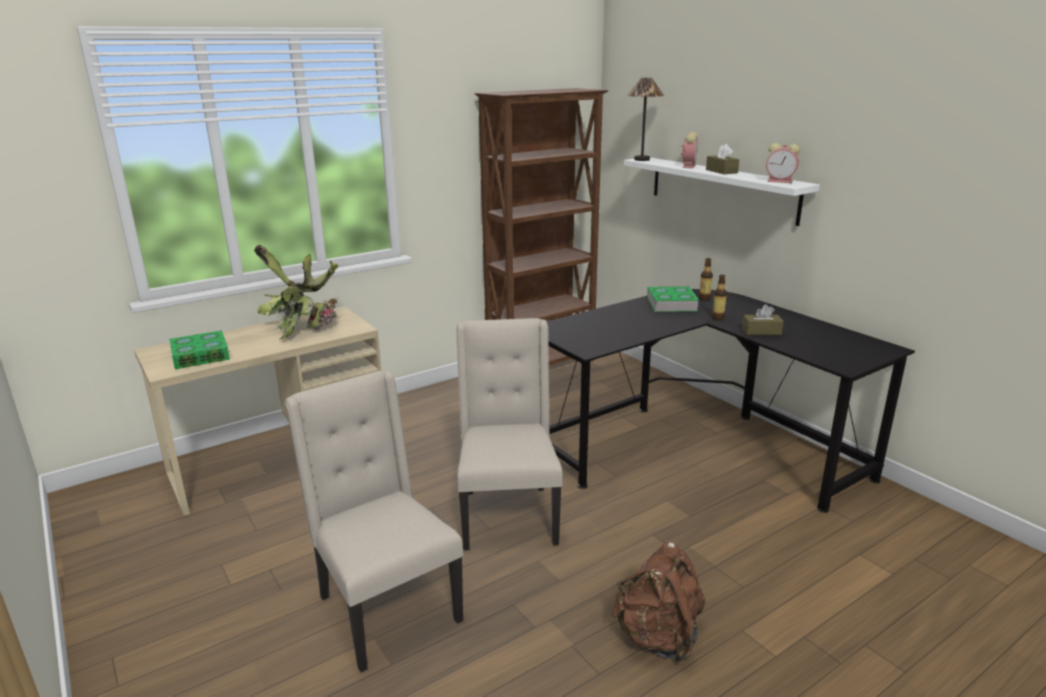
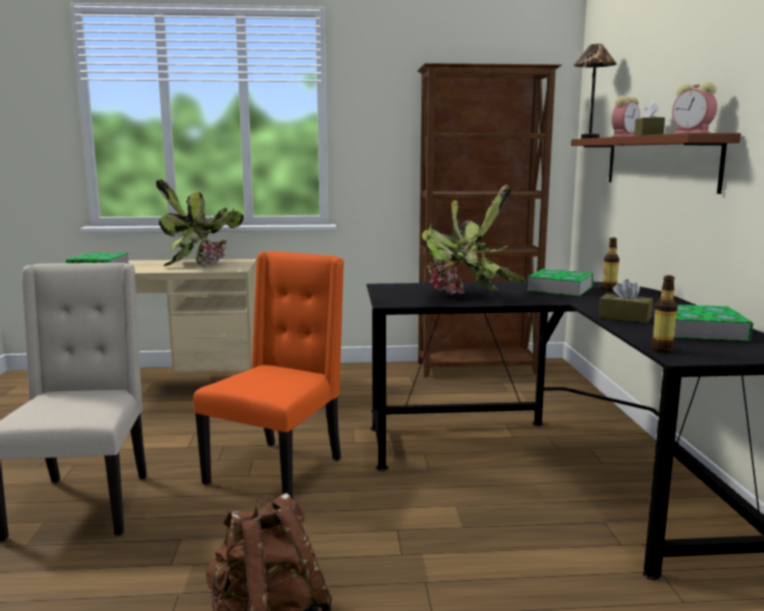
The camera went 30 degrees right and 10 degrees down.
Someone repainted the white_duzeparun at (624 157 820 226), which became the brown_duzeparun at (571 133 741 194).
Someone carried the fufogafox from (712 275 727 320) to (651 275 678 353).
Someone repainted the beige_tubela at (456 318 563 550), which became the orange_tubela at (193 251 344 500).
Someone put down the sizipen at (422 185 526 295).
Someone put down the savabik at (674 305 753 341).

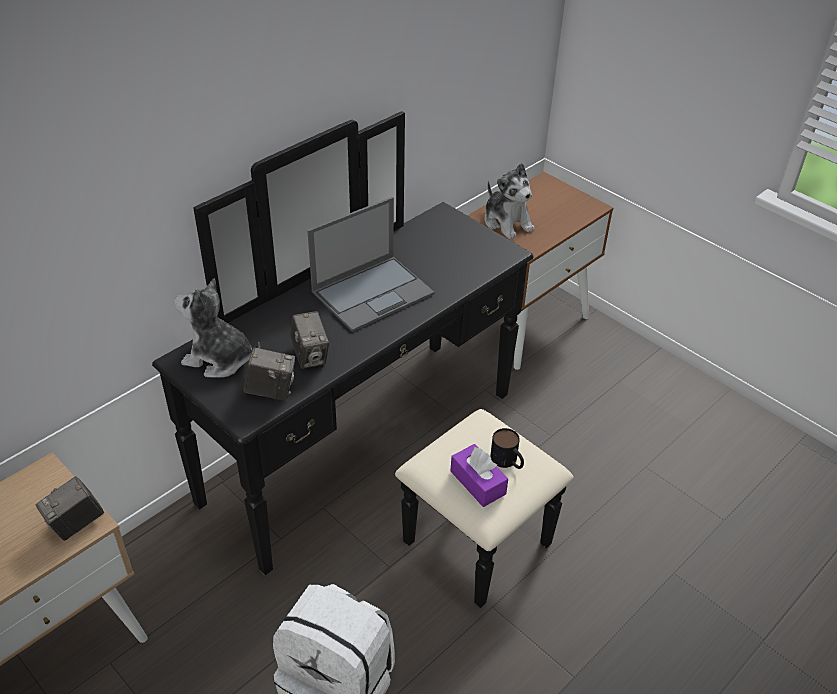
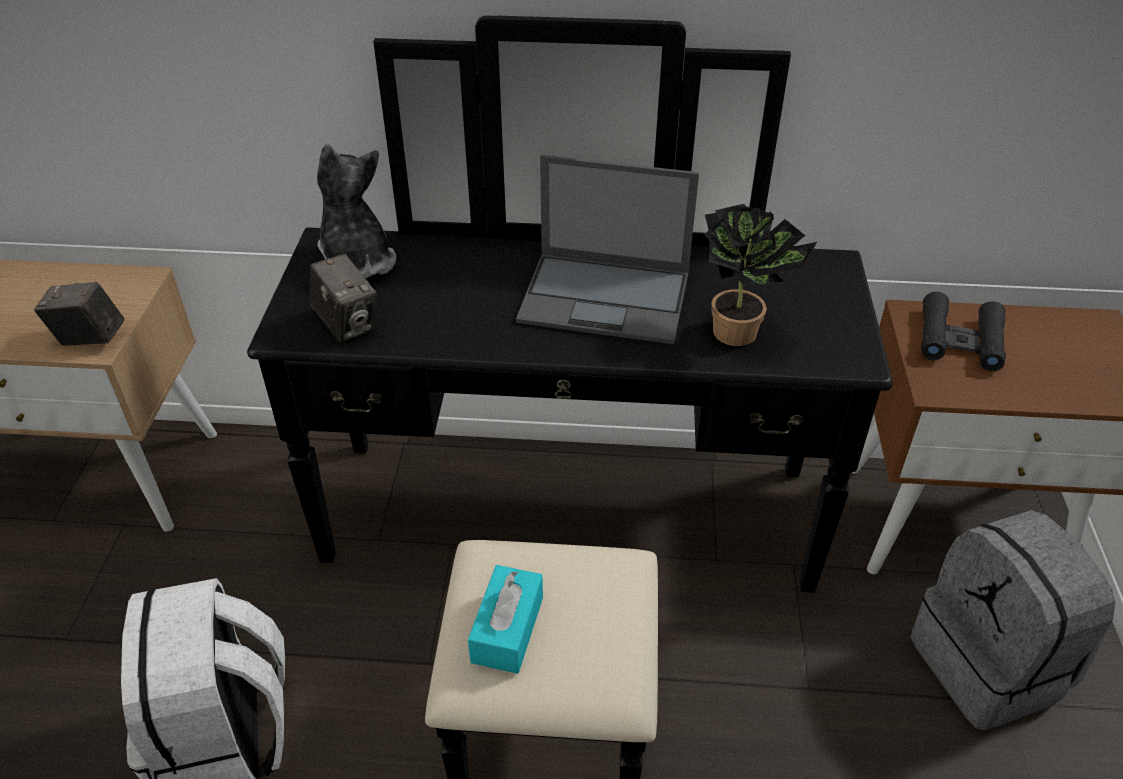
The camera went 50 degrees right and 0 degrees up.
Someone swapped the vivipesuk at (484 163 535 239) for the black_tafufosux at (921 292 1006 371).
Someone took away the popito at (290 311 329 369).
Someone took away the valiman at (490 428 524 469).
Someone repainted the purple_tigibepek at (450 444 508 507), which became the turquoise_tigibepek at (468 565 543 674).
Someone put down the sizipen at (705 204 817 346).
Someone put down the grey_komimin at (910 510 1116 731).

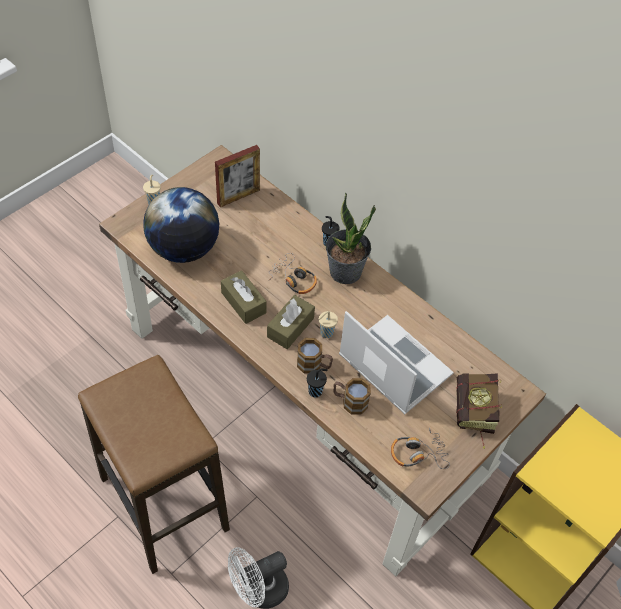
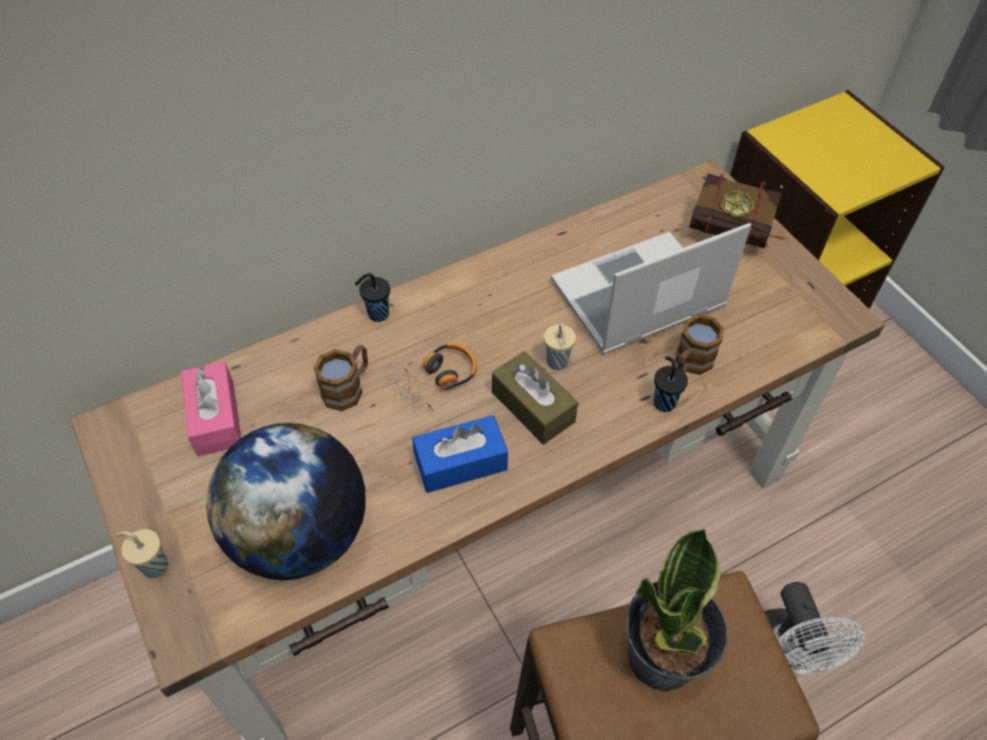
The camera went 70 degrees left and 0 degrees up.
Someone swapped the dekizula at (215 145 260 207) for the pink_tigibepek at (181 362 241 456).
Someone carried the sizipen from (326 192 376 284) to (626 528 728 691).
Someone repainted the brown_tigibepek at (221 270 267 324), which became the blue_tigibepek at (412 415 508 493).
Someone carried the valiman from (297 338 333 373) to (313 345 368 411).
Someone took away the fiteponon at (391 428 450 469).

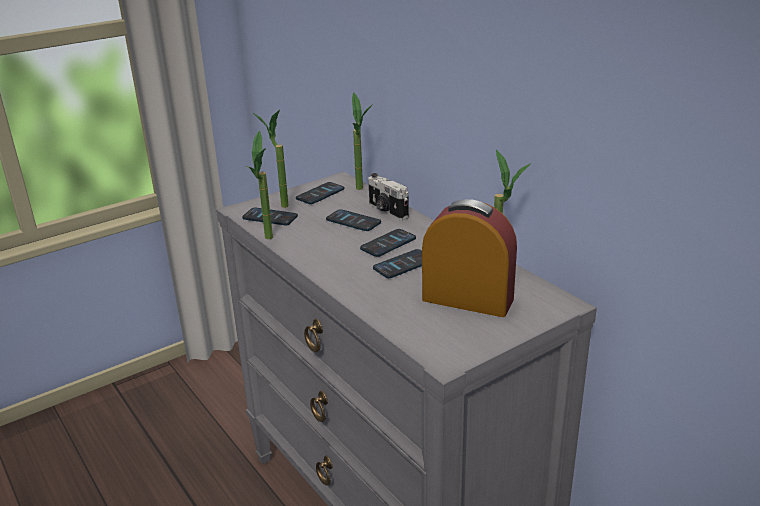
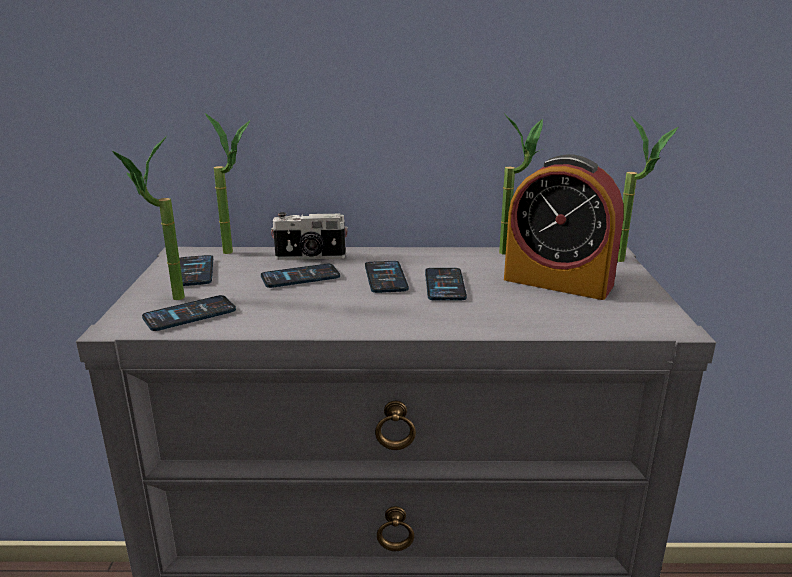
The camera went 55 degrees left and 5 degrees down.
Someone carried the sizipen from (246 130 273 239) to (617 117 678 262).
Someone rotated the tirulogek at (422 199 517 317) by 120 degrees counterclockwise.

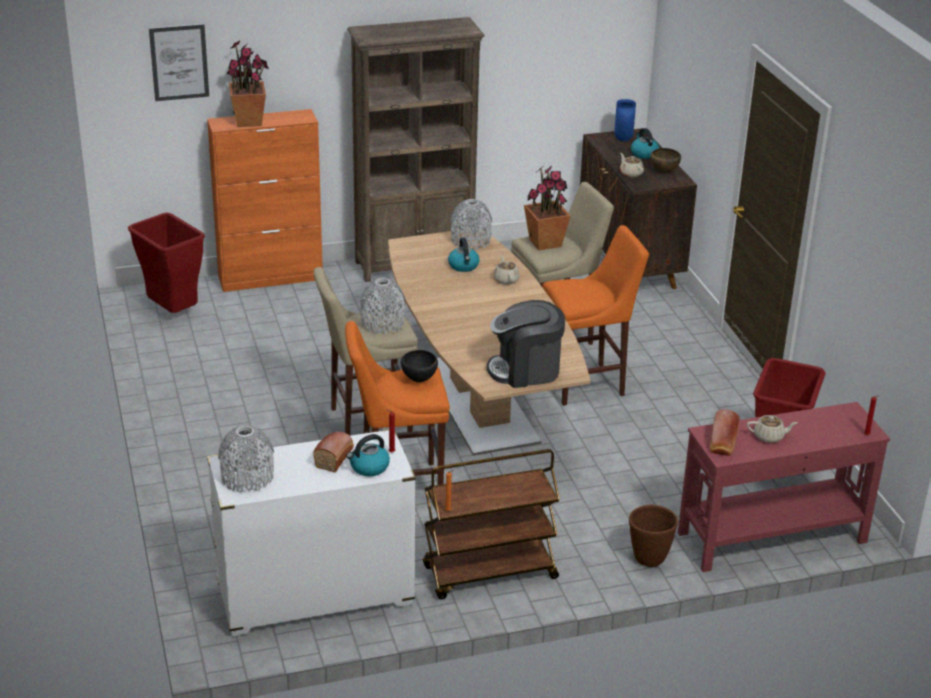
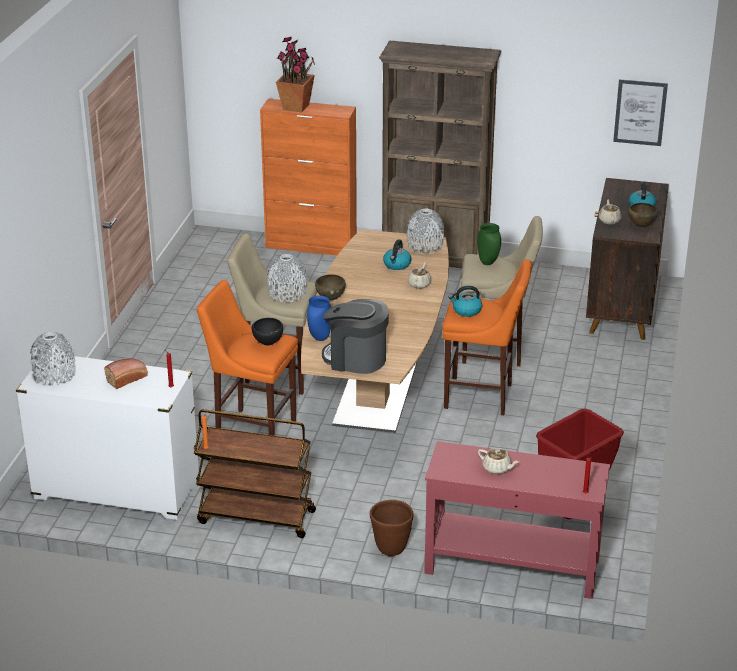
The camera went 30 degrees right and 0 degrees up.
Someone carried the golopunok from (149 24 209 101) to (613 79 668 146).
Someone carried the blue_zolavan from (614 99 636 141) to (307 296 331 341).
Someone swapped the sizipen at (524 166 571 250) for the green_zolavan at (477 223 501 265).
Someone took away the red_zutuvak at (128 213 205 313).
Someone took away the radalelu at (710 409 740 456).
Someone carried the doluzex from (347 434 390 476) to (449 286 482 317).
Someone put down the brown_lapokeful at (315 274 346 300).

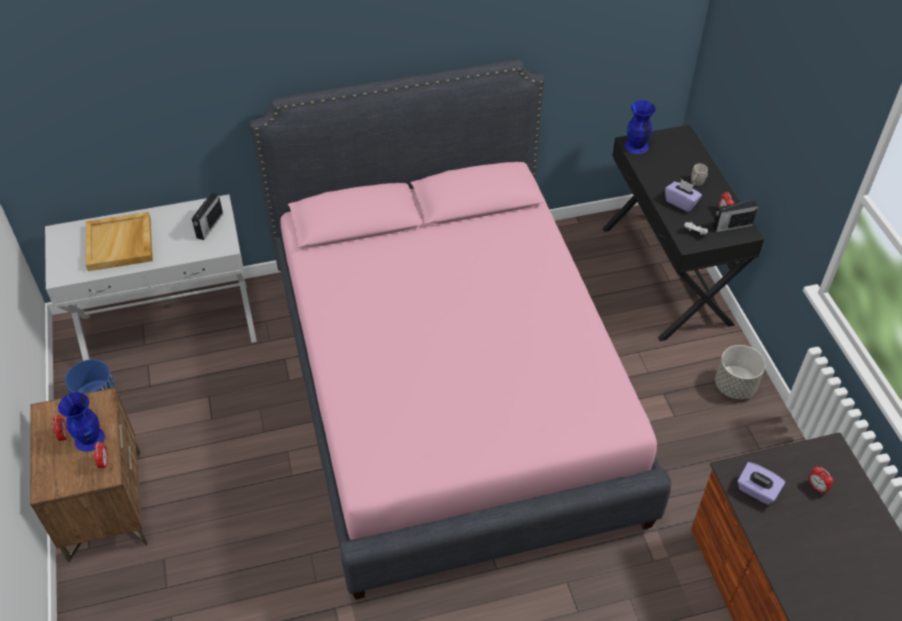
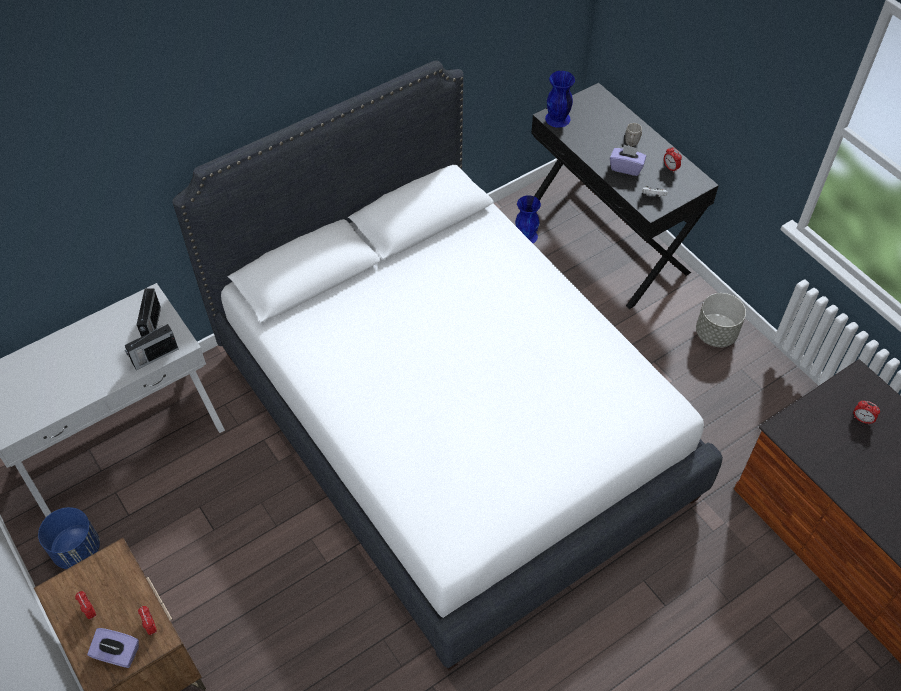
The camera went 20 degrees left and 5 degrees up.
Someone repainted the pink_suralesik at (250 60 671 600), which became the white_suralesik at (172 60 723 670).
Someone carried the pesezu from (712 198 758 232) to (125 324 178 370).
Someone took away the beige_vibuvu at (85 212 153 271).
Someone carried the blue_zolavan from (58 392 105 452) to (515 195 541 243).
Someone carried the purple_tigibepek from (737 462 785 505) to (87 628 139 668).

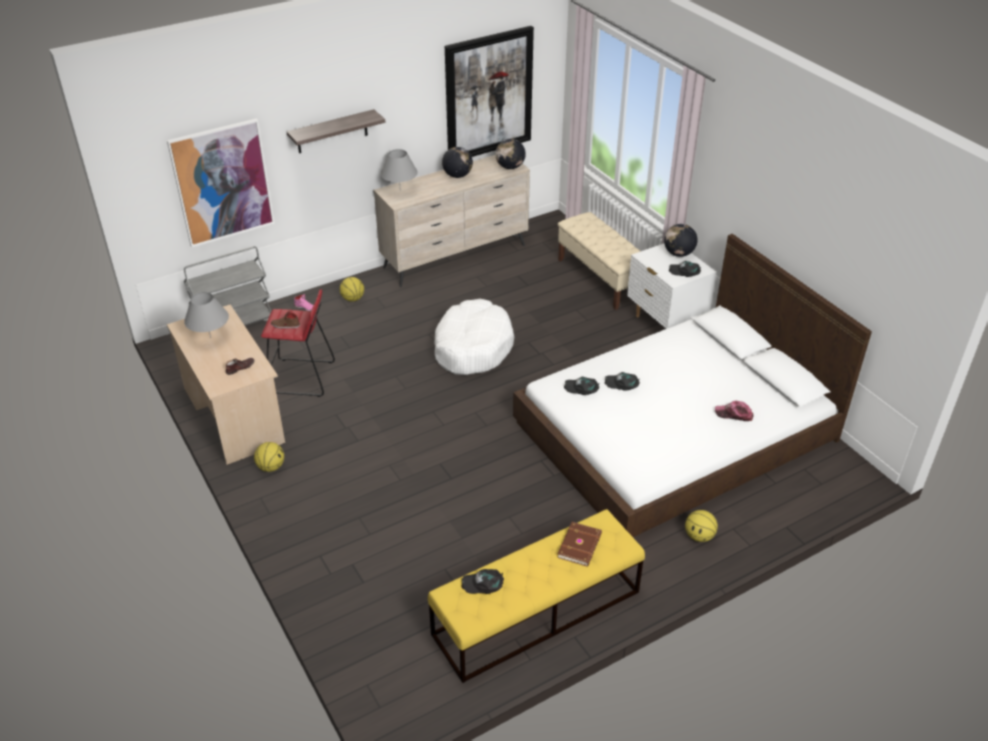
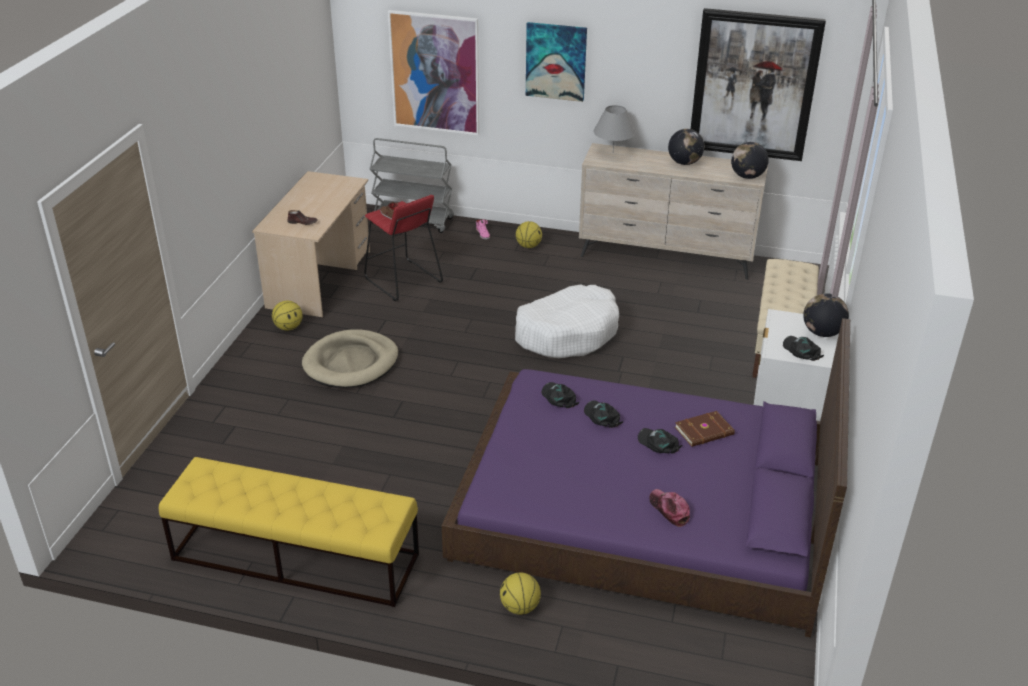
The camera went 45 degrees right and 5 degrees down.
Someone swapped the duzeparun at (286 109 385 153) for the golopunok at (526 22 587 102).
Someone repainted the white_suralesik at (513 234 872 537), which became the purple_suralesik at (442 318 850 637).
Someone took away the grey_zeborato at (184 292 229 338).
Someone carried the brown_savabik from (557 522 602 567) to (675 411 735 447).
Someone carried the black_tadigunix from (462 569 504 594) to (638 428 683 453).
Someone put down the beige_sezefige at (302 329 398 388).

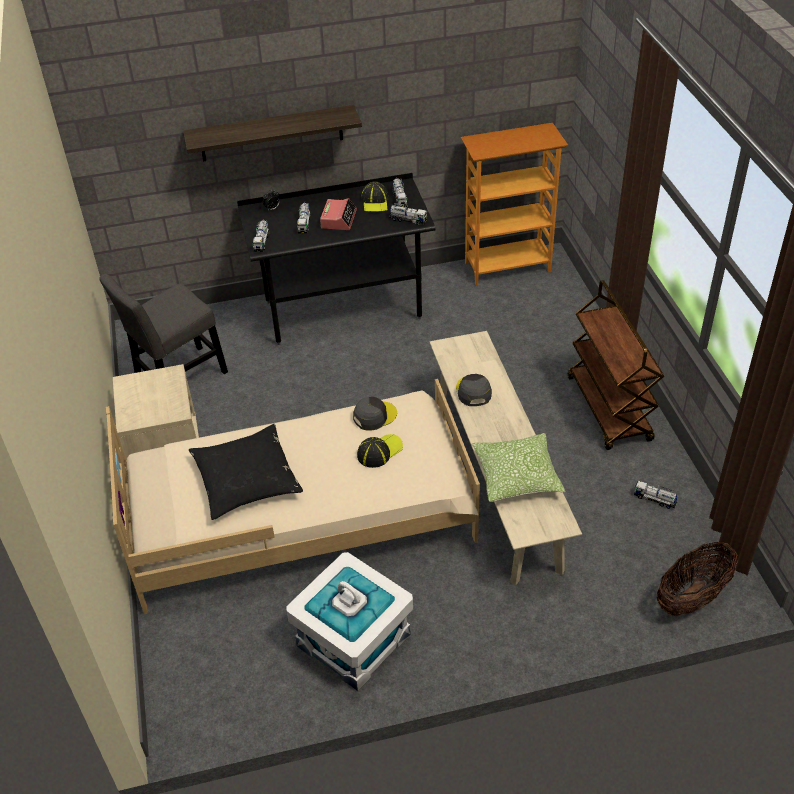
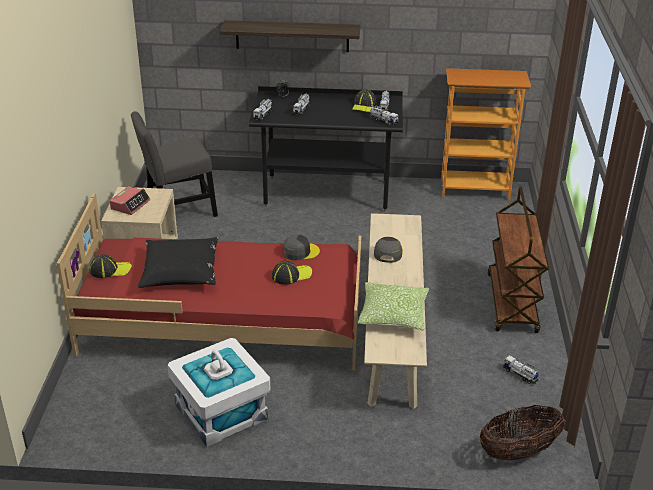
The camera went 15 degrees right and 10 degrees down.
Someone carried the tirulogek from (320 198 357 230) to (110 186 150 215).
Someone repainted the beige_suralesik at (106 379 480 614), which became the red_suralesik at (57 193 361 370).
Someone put down the tadigunix at (90 254 132 278).

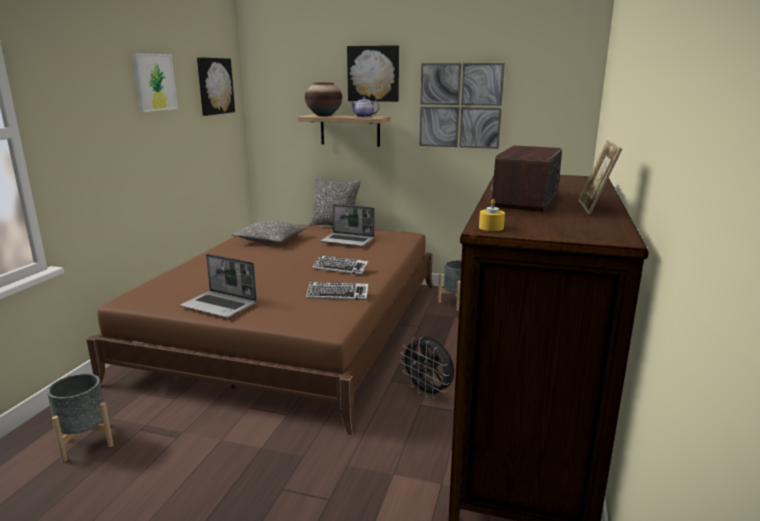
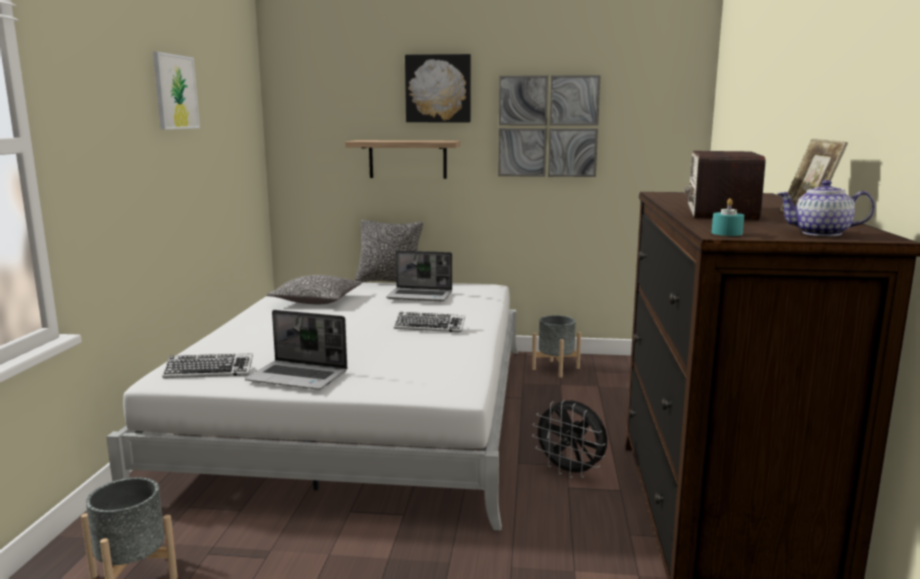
The camera went 10 degrees left and 5 degrees down.
Someone took away the golopunok at (197 57 235 116).
Someone took away the zolavan at (305 83 342 116).
Someone carried the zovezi from (350 97 380 117) to (777 180 875 236).
Someone repainted the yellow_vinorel at (479 199 505 231), which became the turquoise_vinorel at (712 198 744 236).
Someone repainted the brown_suralesik at (86 224 434 435), which became the white_suralesik at (106 282 518 531).
Someone carried the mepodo from (306 282 368 300) to (162 353 253 378).

